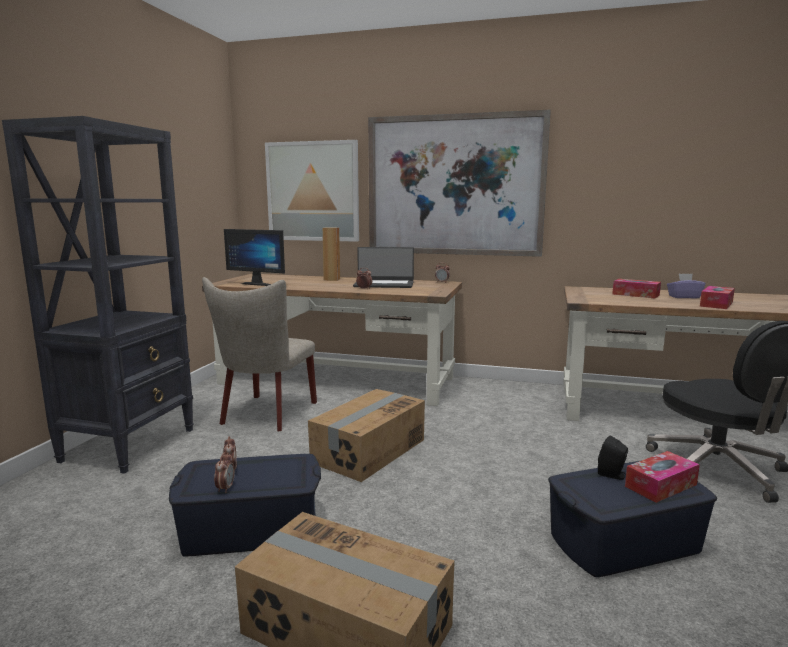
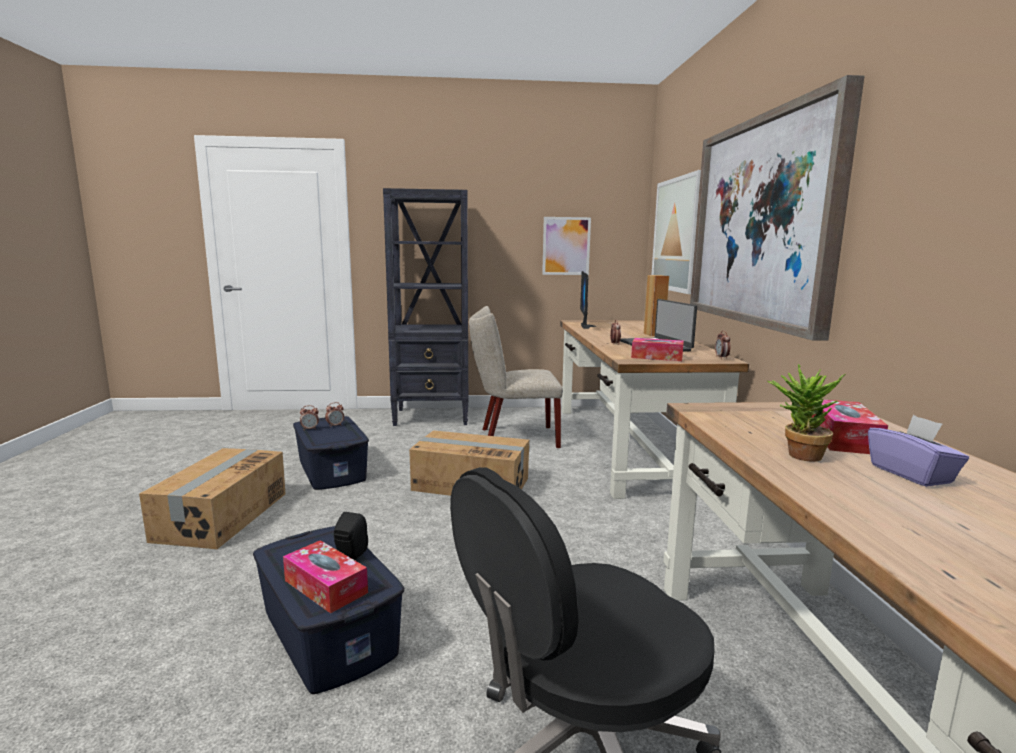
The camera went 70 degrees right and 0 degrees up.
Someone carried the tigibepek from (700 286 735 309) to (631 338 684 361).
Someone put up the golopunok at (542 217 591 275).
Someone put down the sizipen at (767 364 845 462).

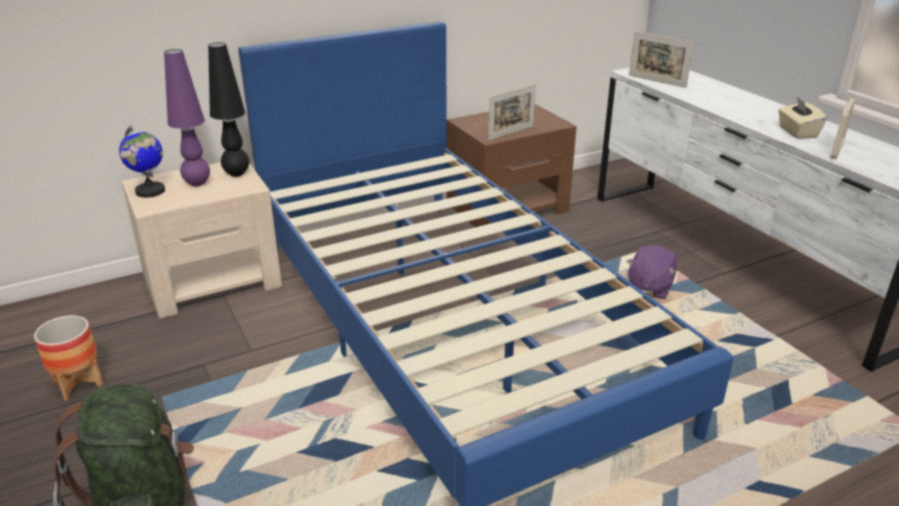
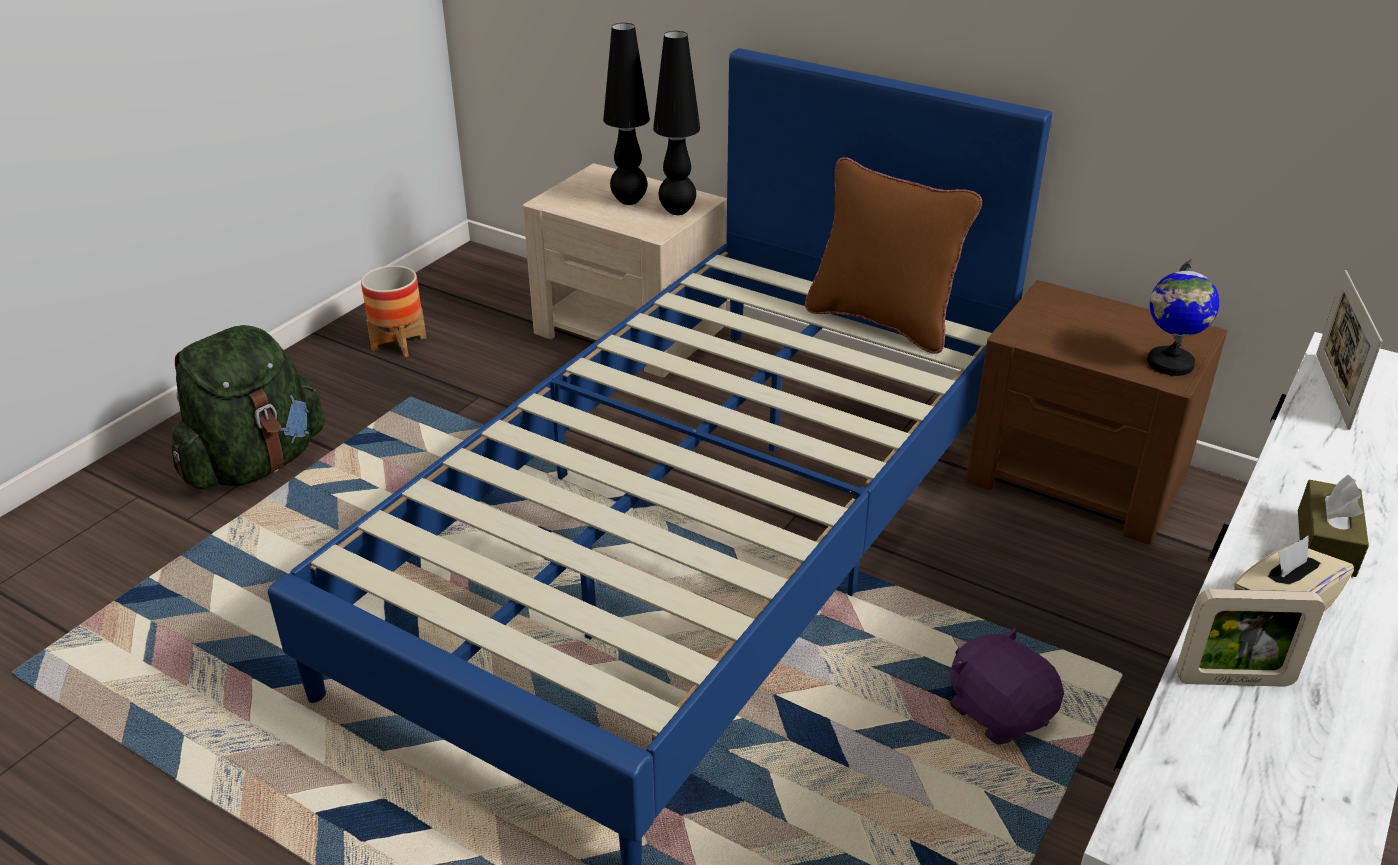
The camera went 60 degrees right and 5 degrees up.
Someone repainted the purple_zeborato at (164 49 210 186), which became the black_zeborato at (603 23 650 205).
Someone took away the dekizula at (488 84 536 140).
Someone carried the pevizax from (119 126 165 198) to (1147 260 1219 376).
Someone rotated the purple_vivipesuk at (626 245 677 299) by 60 degrees clockwise.
Someone put down the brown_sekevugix at (805 157 982 354).
Someone put down the brown_tigibepek at (1298 475 1369 577).

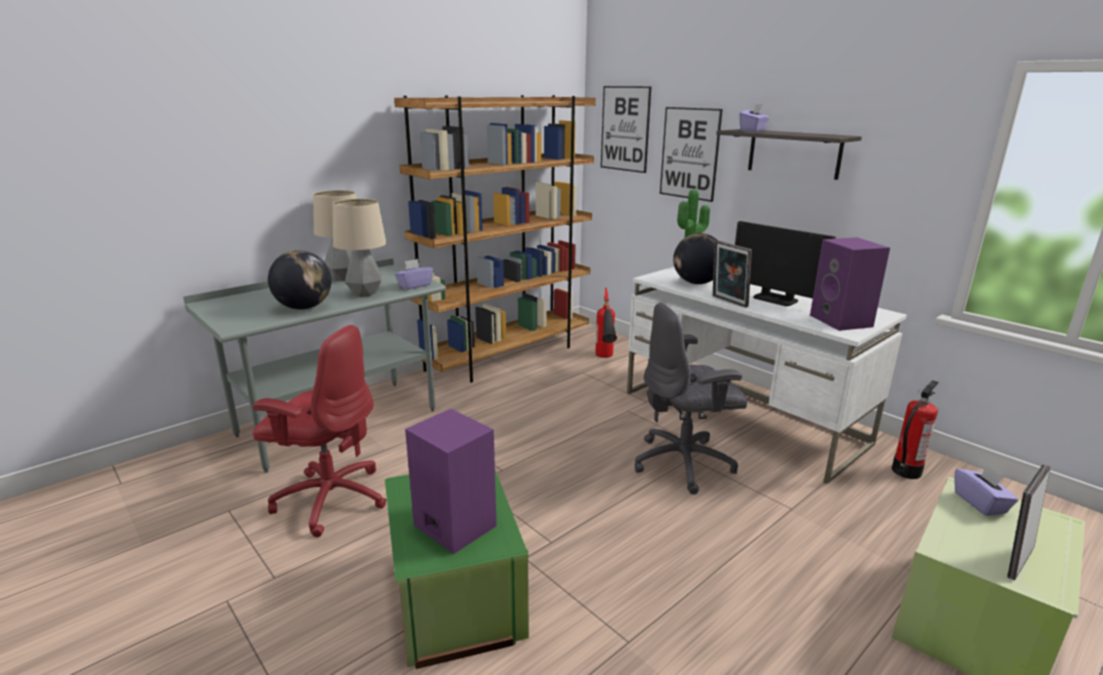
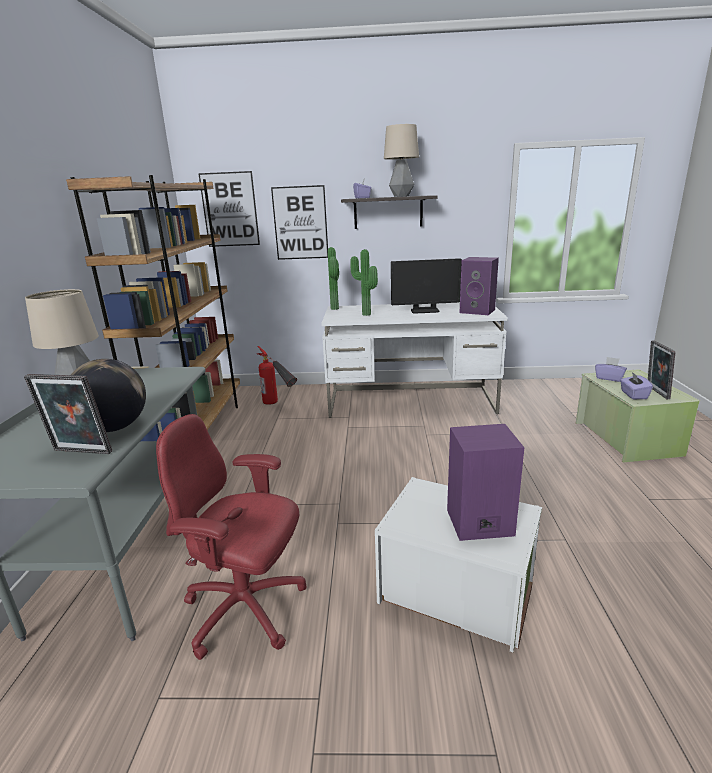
The camera went 45 degrees left and 0 degrees up.
Someone carried the zeborato from (333 199 386 297) to (384 124 419 197).
Someone swapped the pevizax at (673 233 717 284) for the sizipen at (350 249 378 316).
Someone carried the dekizula from (713 240 752 308) to (24 374 112 454).
Someone carried the purple_tigibepek from (395 259 433 290) to (620 372 653 399).
Someone took away the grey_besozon at (634 303 747 494).
Someone rotated the red_besozon at (253 325 387 537) by 135 degrees counterclockwise.
Someone took away the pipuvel at (892 380 939 479).
Someone repainted the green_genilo at (385 471 529 669), which became the white_genilo at (375 477 542 652).

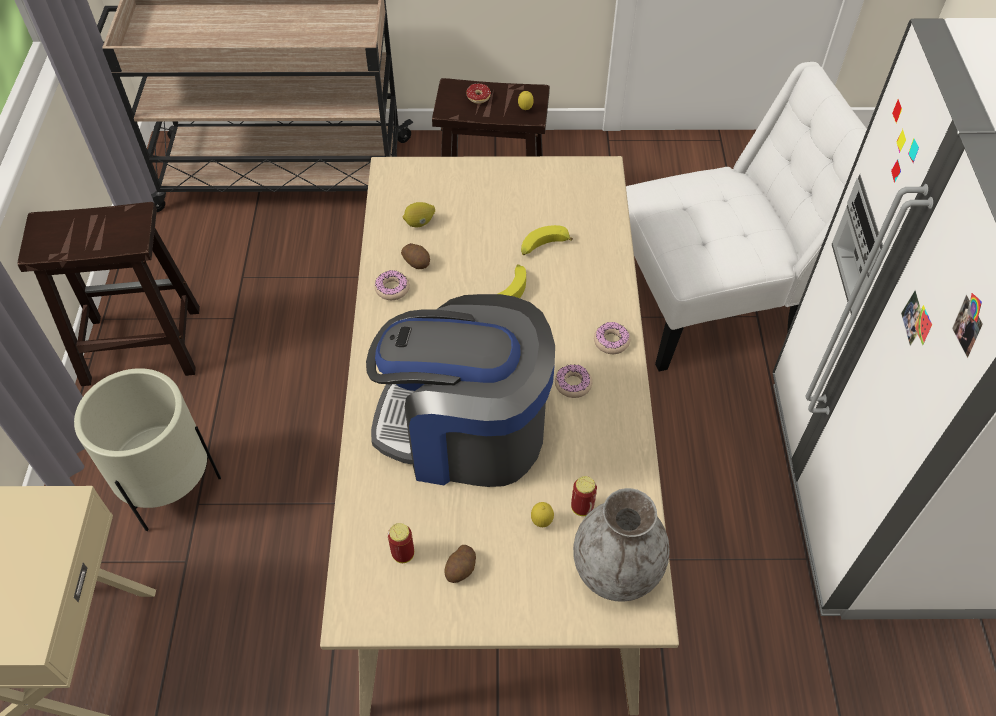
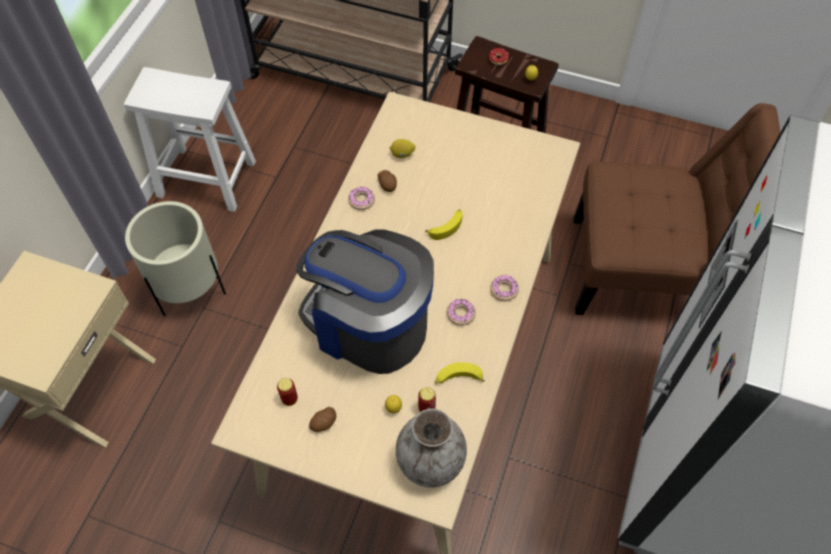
The camera went 20 degrees right and 5 degrees up.
Someone repainted the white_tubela at (626 62 867 372), which became the brown_tubela at (574 103 780 315).
Someone repainted the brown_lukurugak at (18 202 200 386), which became the white_lukurugak at (124 67 256 212).
Someone carried the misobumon from (521 225 573 255) to (435 362 485 384).

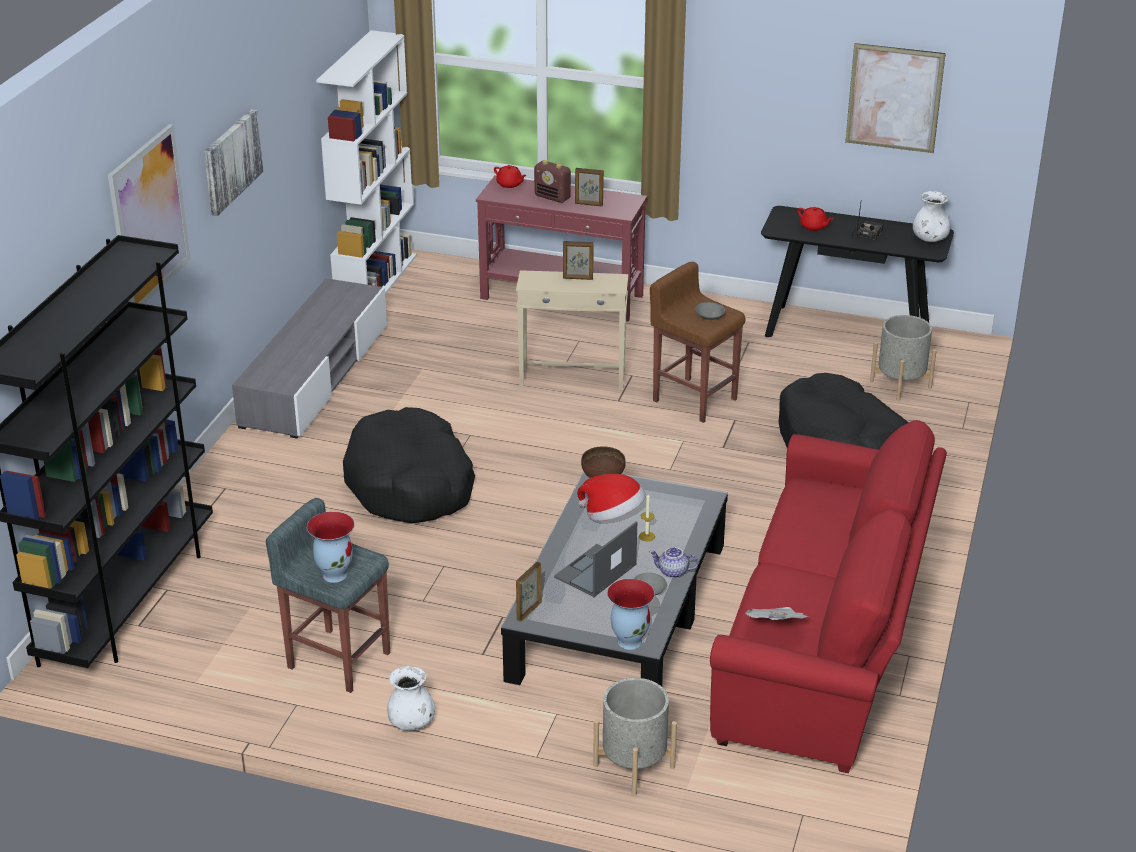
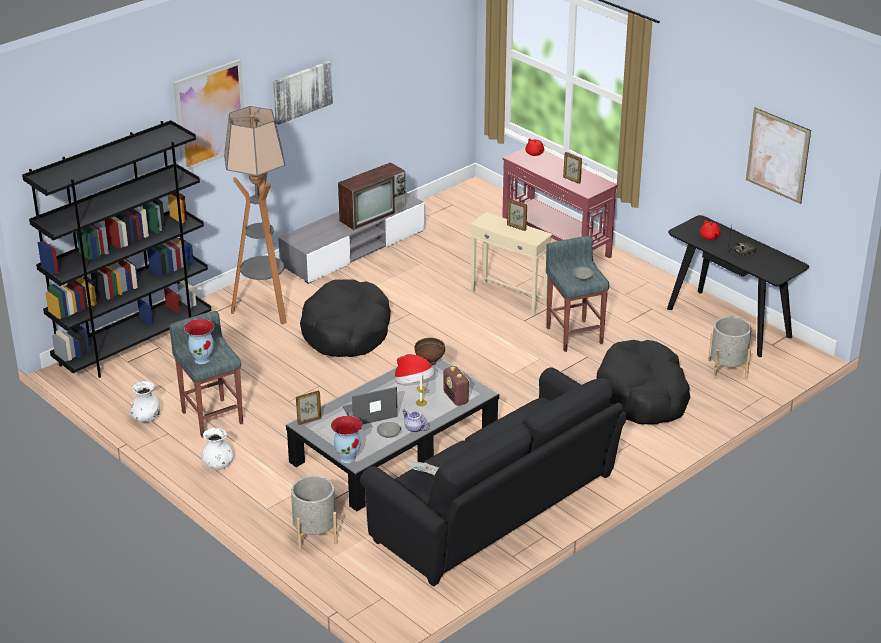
The camera went 30 degrees right and 0 degrees up.
Someone took away the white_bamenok at (316 30 417 295).
Someone carried the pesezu from (534 160 571 203) to (444 366 470 406).
Someone carried the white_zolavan from (913 191 950 242) to (130 381 160 422).
Someone repainted the brown_lukurugak at (650 262 745 423), which became the grey_lukurugak at (546 236 609 352).
Someone repainted the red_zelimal at (710 420 947 773), which became the black_zelimal at (360 367 627 587).
Someone put down the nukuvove at (224 106 287 325).
Someone put down the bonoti at (338 162 406 230).

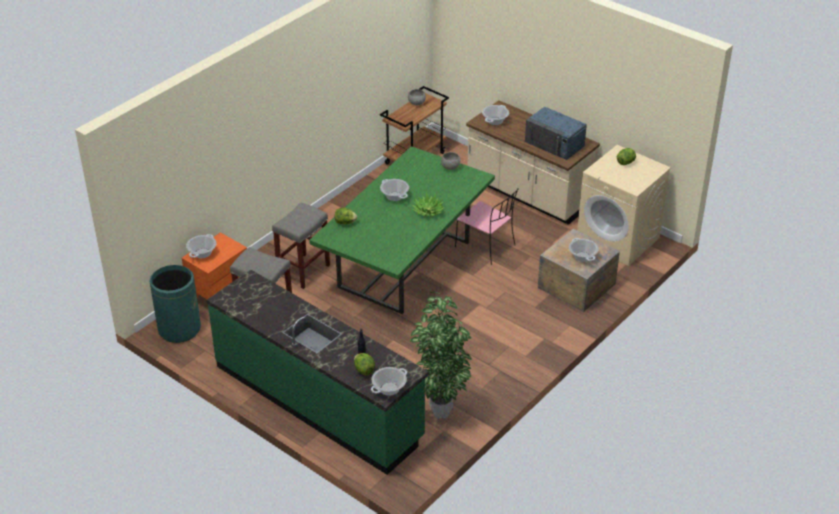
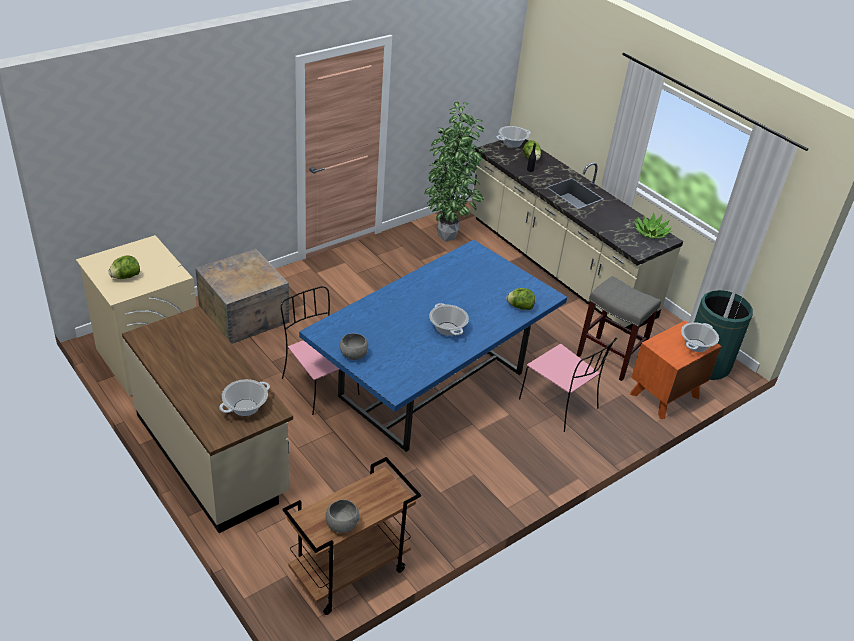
The camera went 170 degrees left and 0 degrees up.
Someone took away the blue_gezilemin at (525 107 587 160).
Someone repainted the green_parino at (309 146 495 314), which became the blue_parino at (299 240 567 452).
Someone carried the sizipen from (412 193 445 216) to (633 212 672 239).
Someone swapped the grey_lukurugak at (272 202 330 289) for the pink_tubela at (519 338 617 432).
Someone took away the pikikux at (569 238 598 262).
Someone repainted the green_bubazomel at (207 269 428 475), which became the beige_bubazomel at (470 139 683 334).

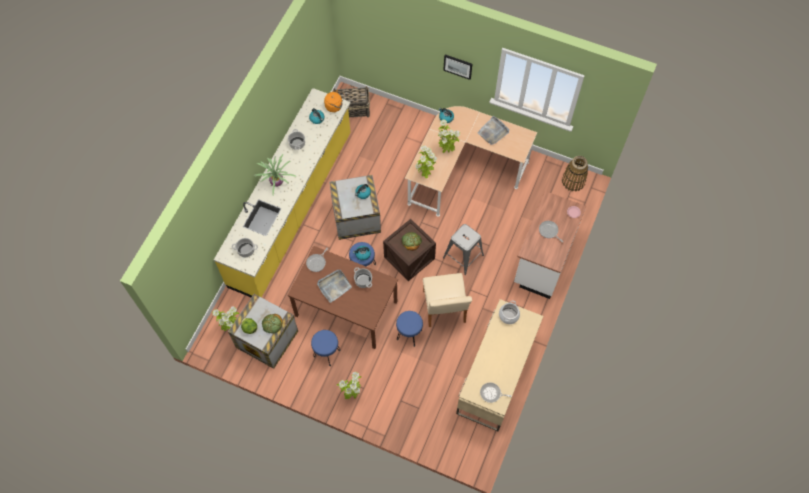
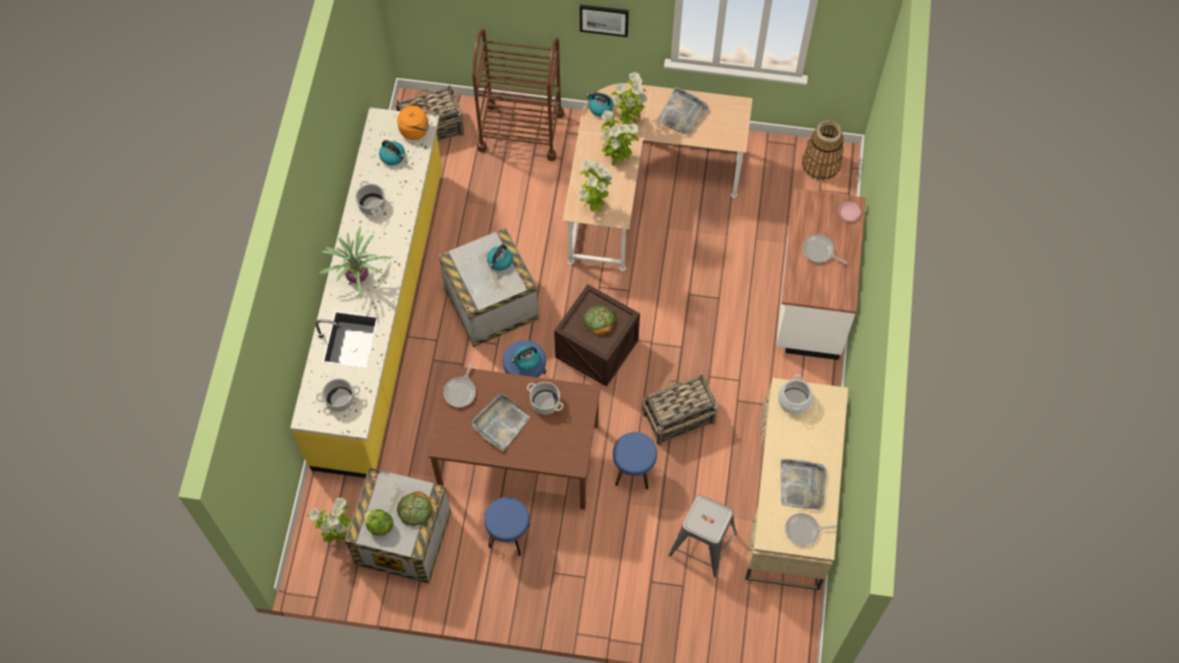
The camera went 15 degrees left and 0 degrees up.
Someone carried the grey_lukurugak from (443 224 484 275) to (669 495 737 578).
Someone swapped the beige_tubela at (423 273 472 327) for the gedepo at (642 375 719 445).
Someone carried the sizipen from (337 372 361 399) to (611 72 647 125).
Someone put down the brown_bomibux at (472 29 564 161).
Someone put down the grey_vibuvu at (780 459 827 510).

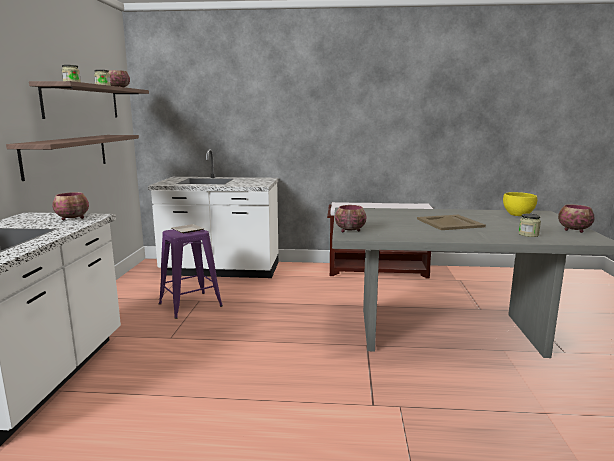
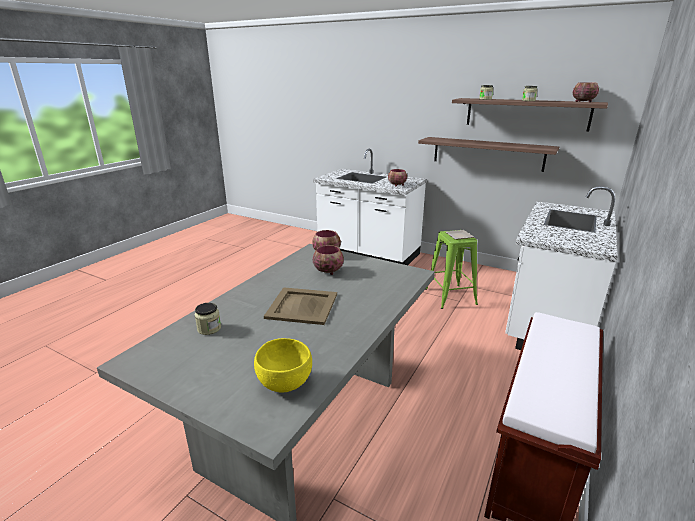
The camera went 115 degrees right and 10 degrees up.
Someone carried the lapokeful from (558 204 595 233) to (313 245 344 275).
Someone repainted the purple_lukurugak at (159 229 223 319), which became the green_lukurugak at (426 230 478 309).

